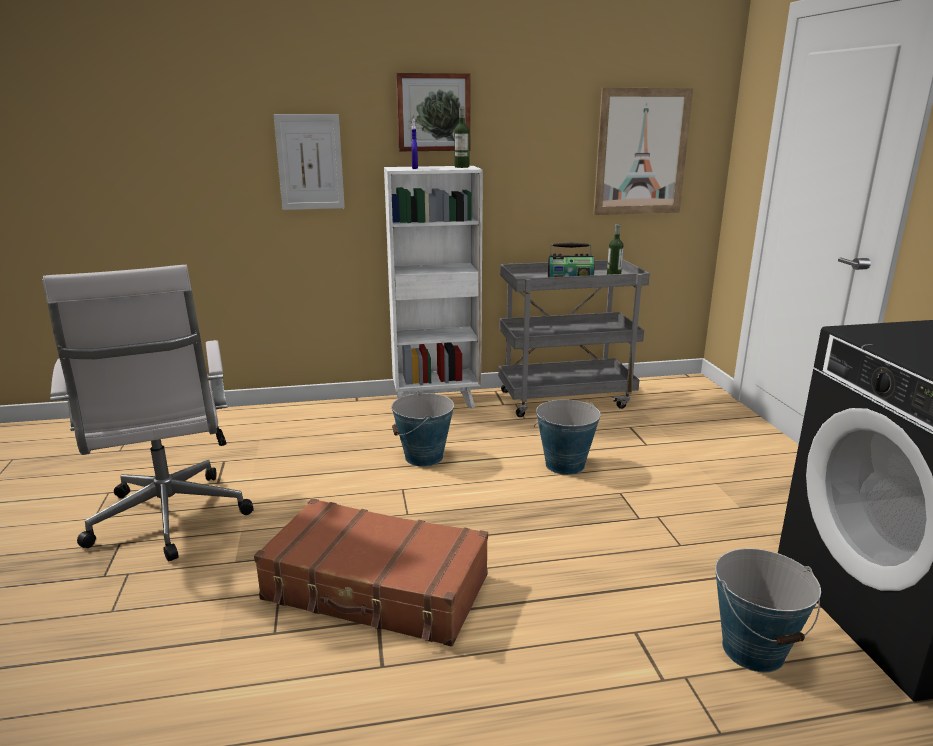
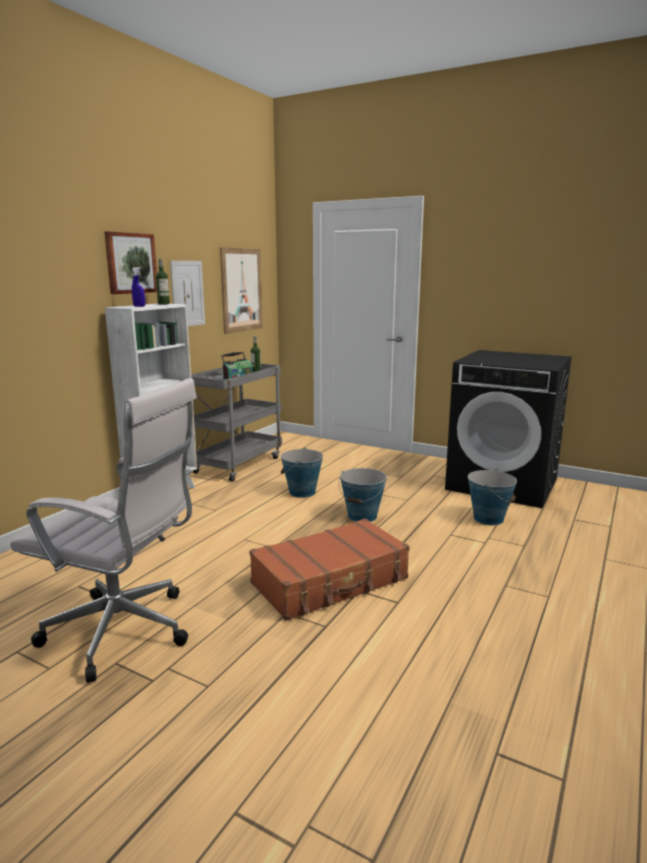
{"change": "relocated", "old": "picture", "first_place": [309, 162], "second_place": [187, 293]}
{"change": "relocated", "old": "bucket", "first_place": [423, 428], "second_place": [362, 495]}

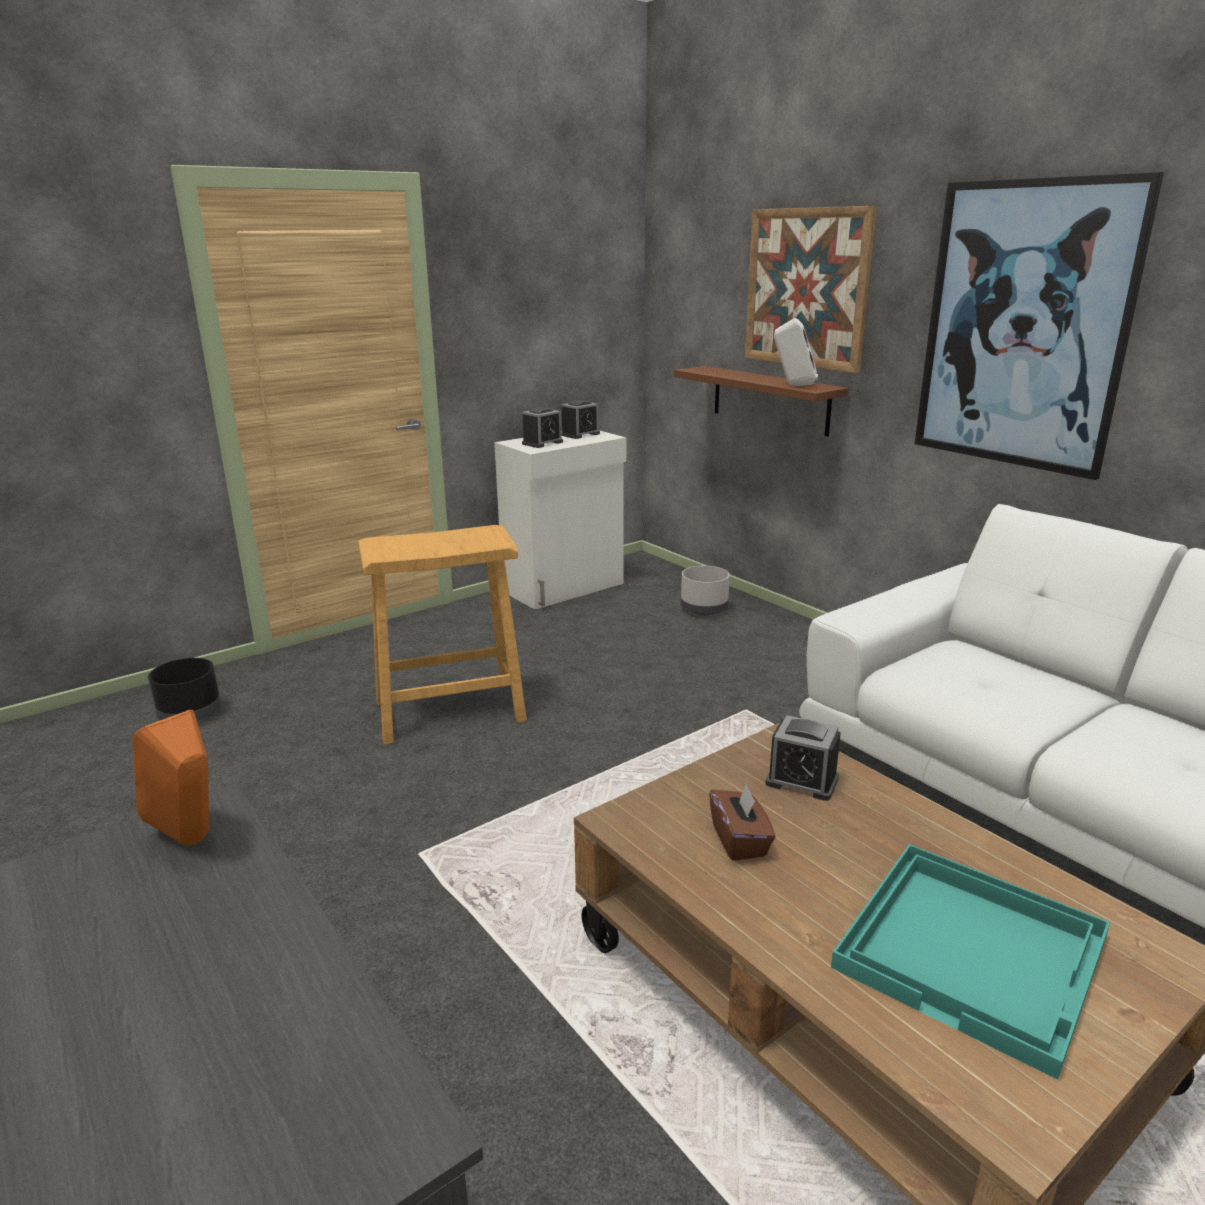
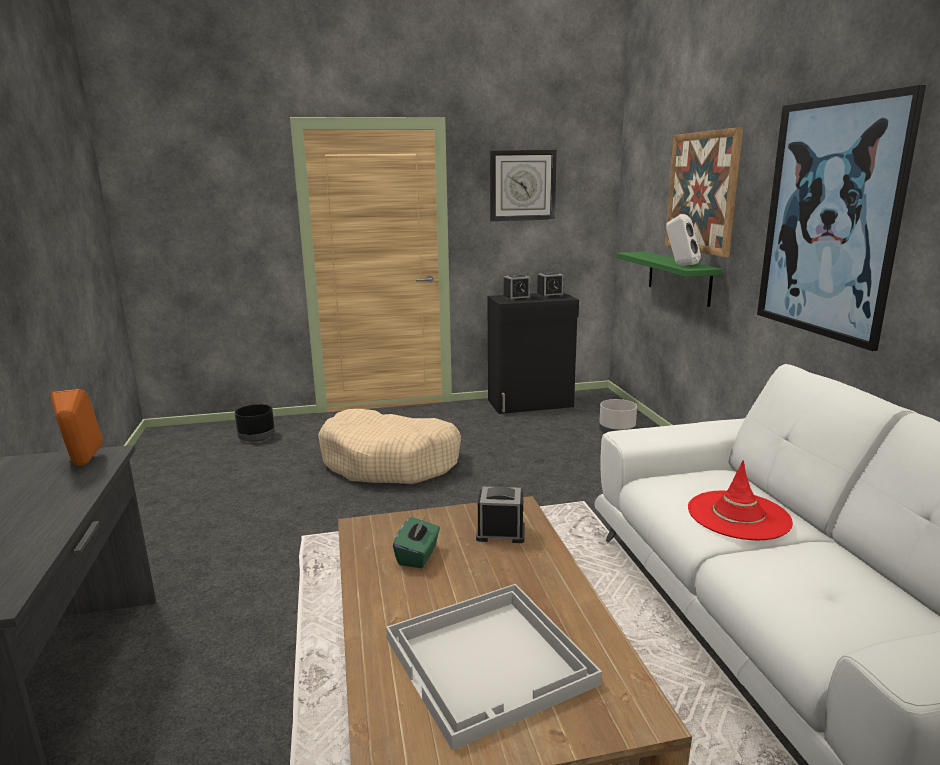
{"change": "exchanged", "old": "stool/beige", "new": "dog bed/beige", "first_place": [442, 634], "second_place": [389, 446]}
{"change": "colour", "old": "tray/turquoise", "new": "tray/white", "first_place": [970, 962], "second_place": [494, 667]}
{"change": "colour", "old": "tissue box/brown", "new": "tissue box/green", "first_place": [742, 822], "second_place": [416, 542]}
{"change": "spun", "old": "alarm clock", "first_place": [803, 758], "second_place": [500, 515], "degrees": 135}
{"change": "colour", "old": "cabinet/white", "new": "cabinet/black", "first_place": [560, 519], "second_place": [533, 353]}
{"change": "appeared", "new": "wall clock", "second_place": [523, 185]}
{"change": "colour", "old": "shelf/brown", "new": "shelf/green", "first_place": [761, 401], "second_place": [669, 279]}
{"change": "appeared", "new": "hat/red", "second_place": [740, 500]}

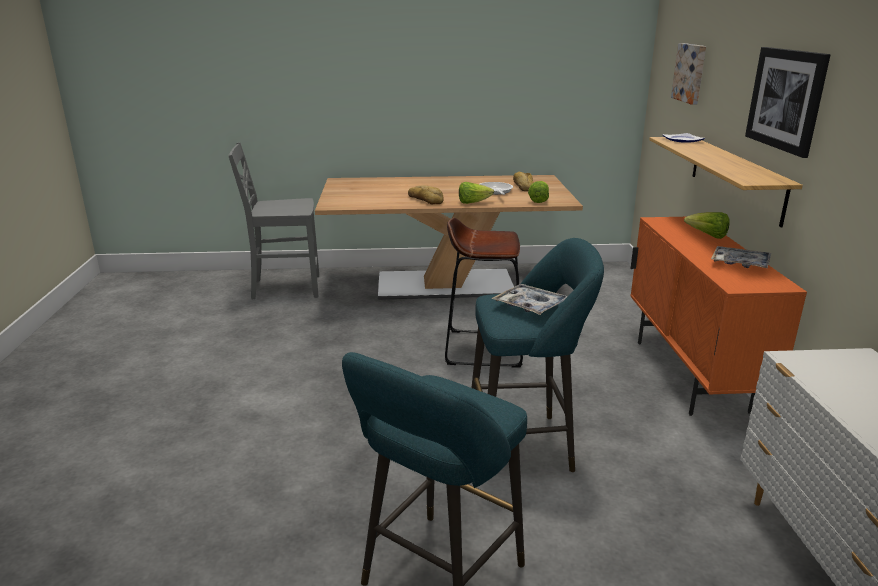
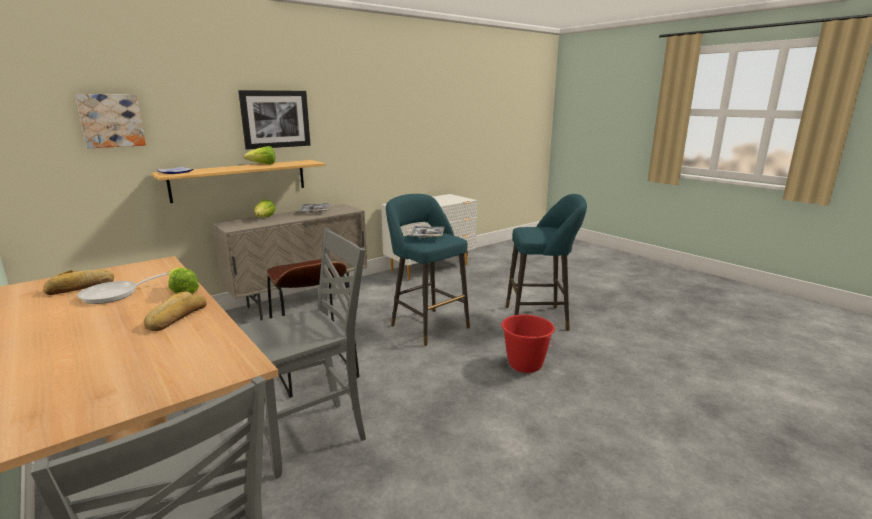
{"change": "colour", "old": "cabinet/orange", "new": "cabinet/beige", "first_place": [718, 316], "second_place": [289, 262]}
{"change": "appeared", "new": "chair/grey", "second_place": [303, 354]}
{"change": "relocated", "old": "lettuce", "first_place": [538, 192], "second_place": [259, 155]}
{"change": "appeared", "new": "bucket/red", "second_place": [528, 344]}

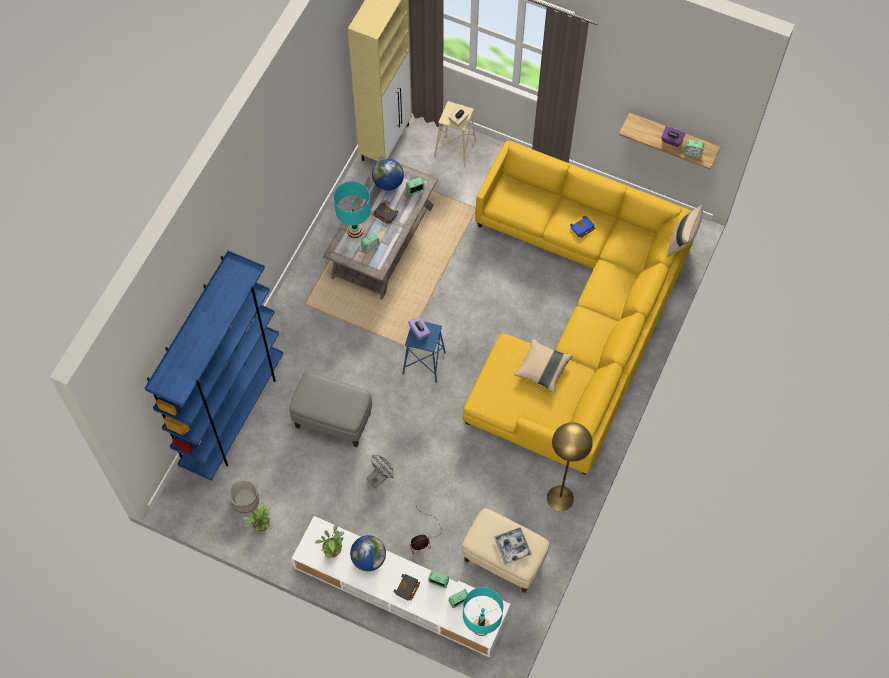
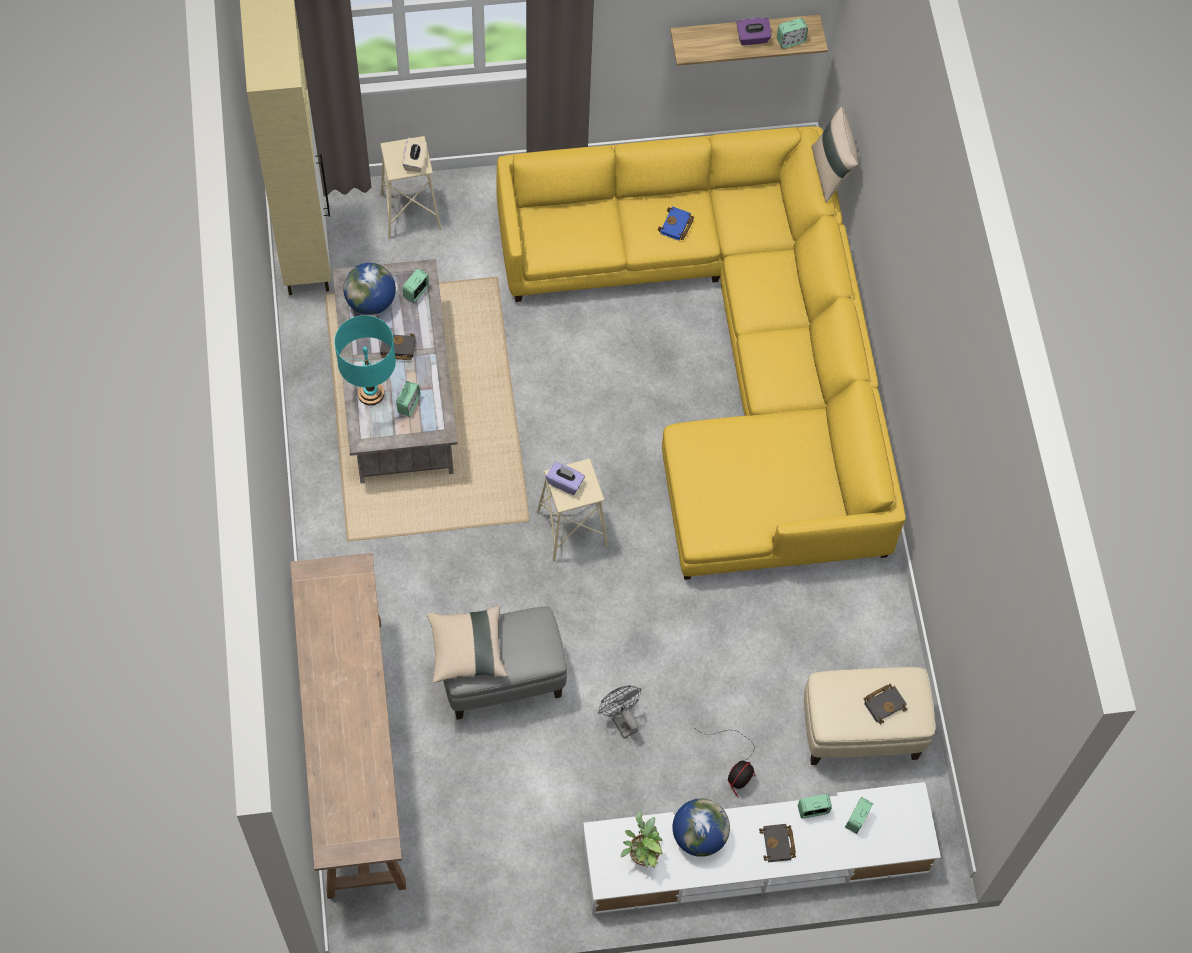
{"change": "exchanged", "old": "bookcase/blue", "new": "console table/brown", "first_place": [214, 366], "second_place": [348, 726]}
{"change": "relocated", "old": "pillow/beige", "first_place": [543, 366], "second_place": [467, 644]}
{"change": "colour", "old": "stool/blue", "new": "stool/beige", "first_place": [424, 352], "second_place": [572, 509]}
{"change": "spun", "old": "fan/grey", "first_place": [380, 471], "second_place": [620, 711], "degrees": -45}
{"change": "exchanged", "old": "tray", "new": "book/black", "first_place": [513, 545], "second_place": [885, 704]}
{"change": "missing", "old": "planter", "first_place": [243, 496]}
{"change": "missing", "old": "potted plant", "first_place": [257, 517]}
{"change": "missing", "old": "table lamp/turquoise", "first_place": [483, 611]}
{"change": "missing", "old": "floor lamp/yellow", "first_place": [570, 466]}

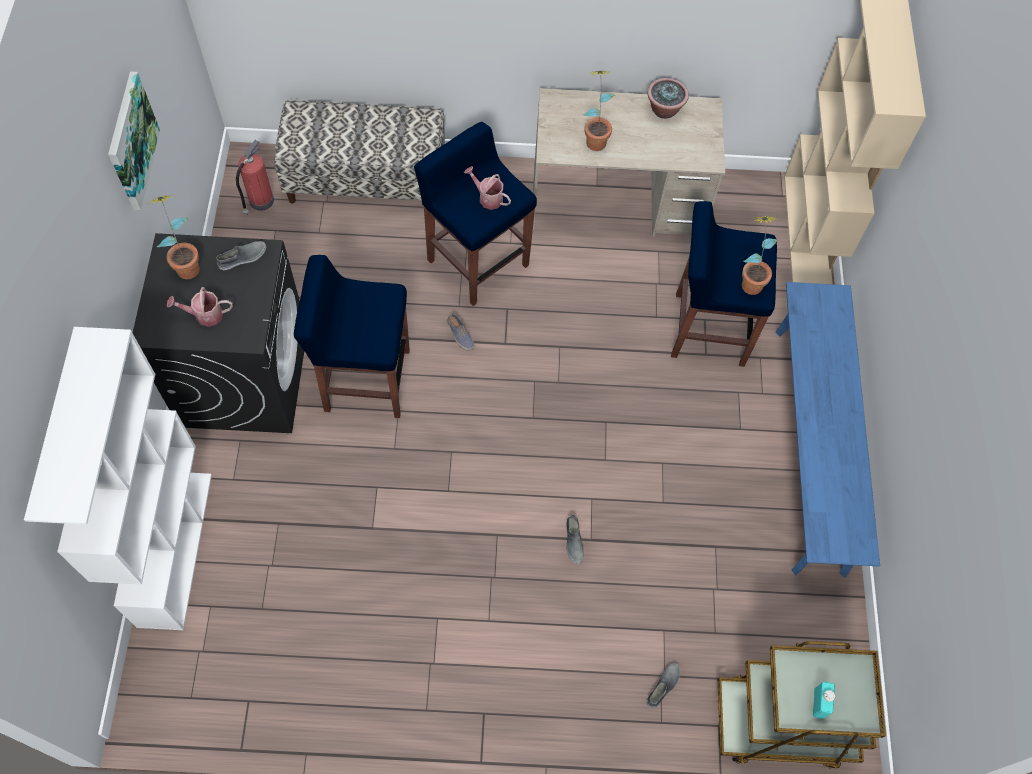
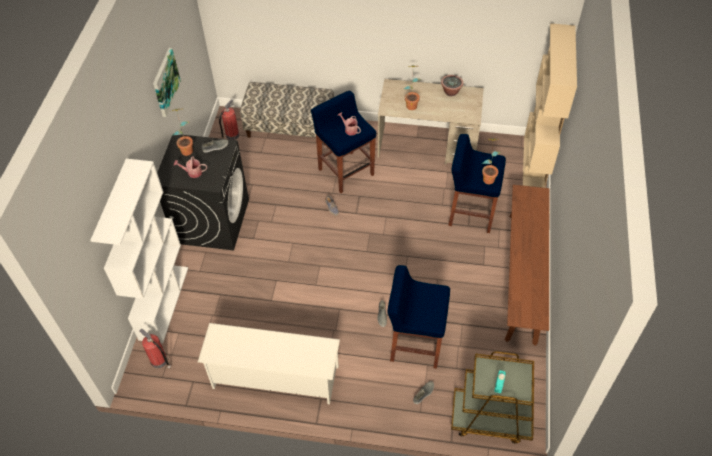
{"change": "appeared", "new": "fire extinguisher", "second_place": [155, 348]}
{"change": "appeared", "new": "shoe rack/white", "second_place": [269, 364]}
{"change": "relocated", "old": "stool/blue", "first_place": [352, 336], "second_place": [418, 317]}
{"change": "colour", "old": "bench/blue", "new": "bench/brown", "first_place": [827, 430], "second_place": [527, 265]}

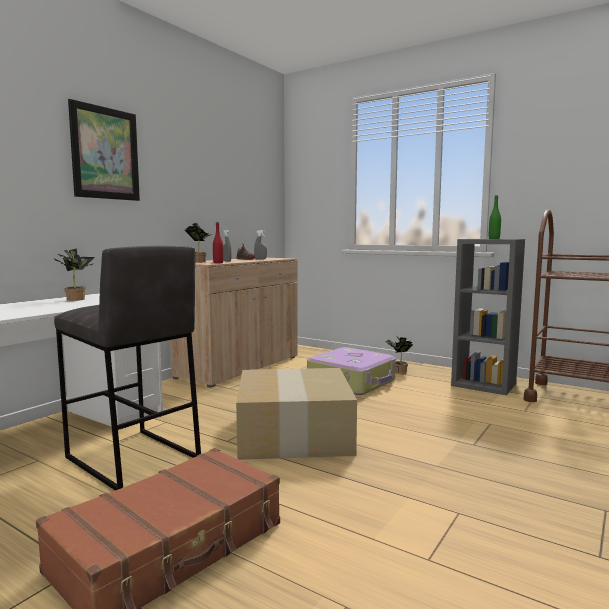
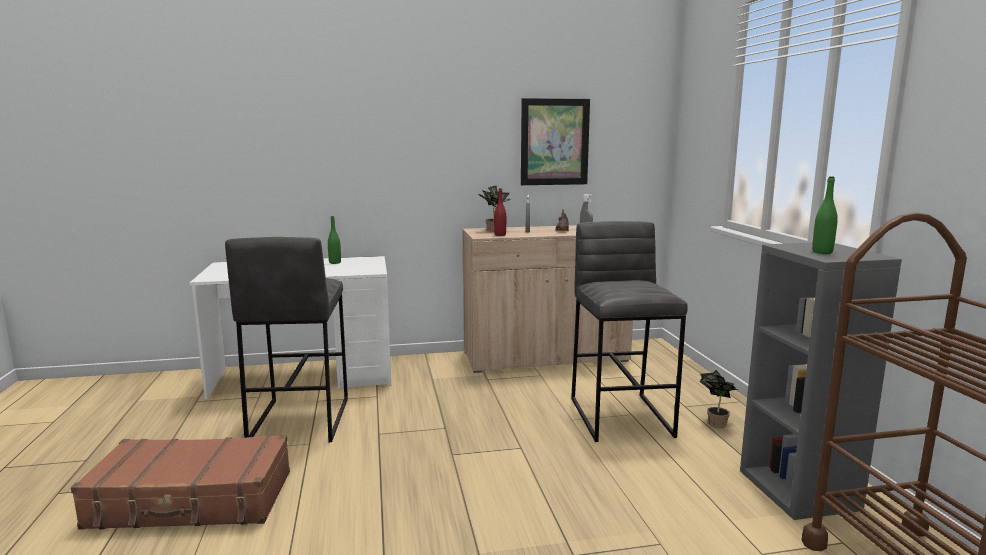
{"change": "exchanged", "old": "potted plant", "new": "bottle/green", "first_place": [74, 274], "second_place": [334, 240]}
{"change": "relocated", "old": "picture", "first_place": [104, 150], "second_place": [555, 141]}
{"change": "exchanged", "old": "suitcase", "new": "stool/grey", "first_place": [351, 371], "second_place": [629, 331]}
{"change": "missing", "old": "cardboard box", "first_place": [296, 414]}

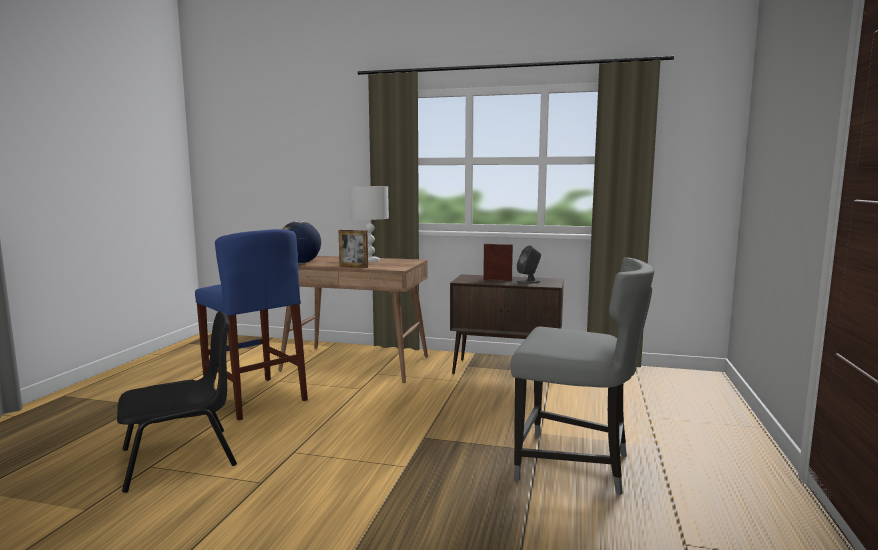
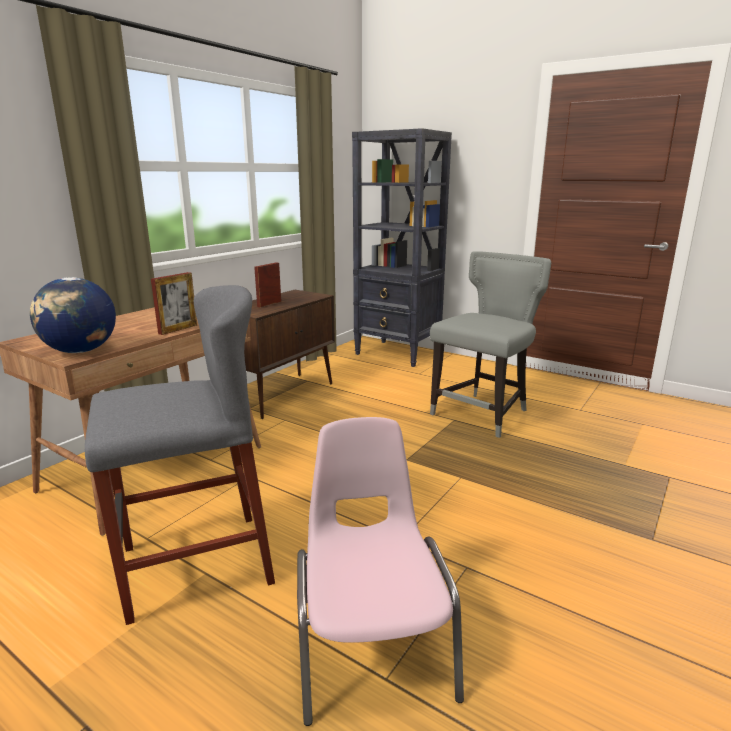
{"change": "colour", "old": "stool/blue", "new": "stool/grey", "first_place": [251, 325], "second_place": [180, 455]}
{"change": "colour", "old": "chair/black", "new": "chair/pink", "first_place": [177, 402], "second_place": [380, 571]}
{"change": "appeared", "new": "bookcase/black", "second_place": [402, 247]}
{"change": "missing", "old": "table lamp/white", "first_place": [369, 224]}
{"change": "missing", "old": "speaker/grey", "first_place": [529, 264]}

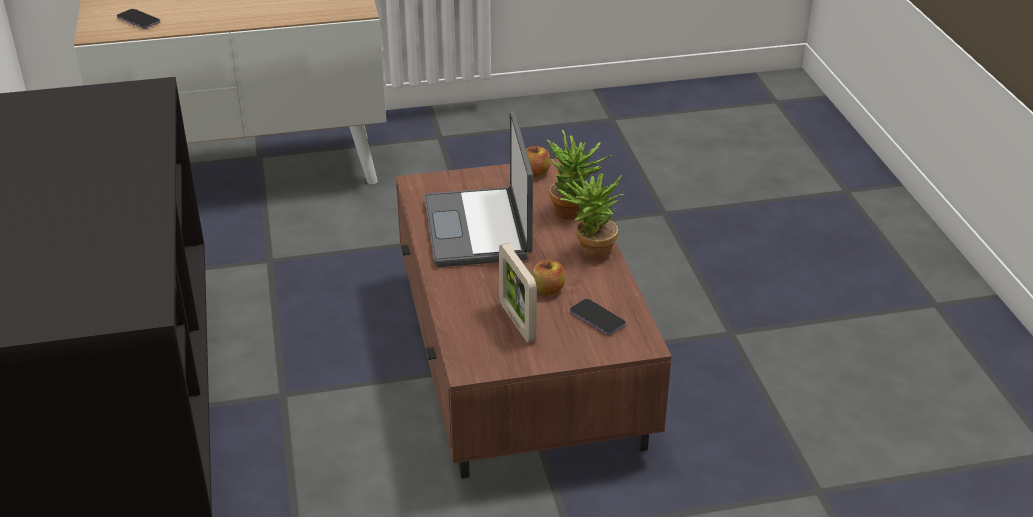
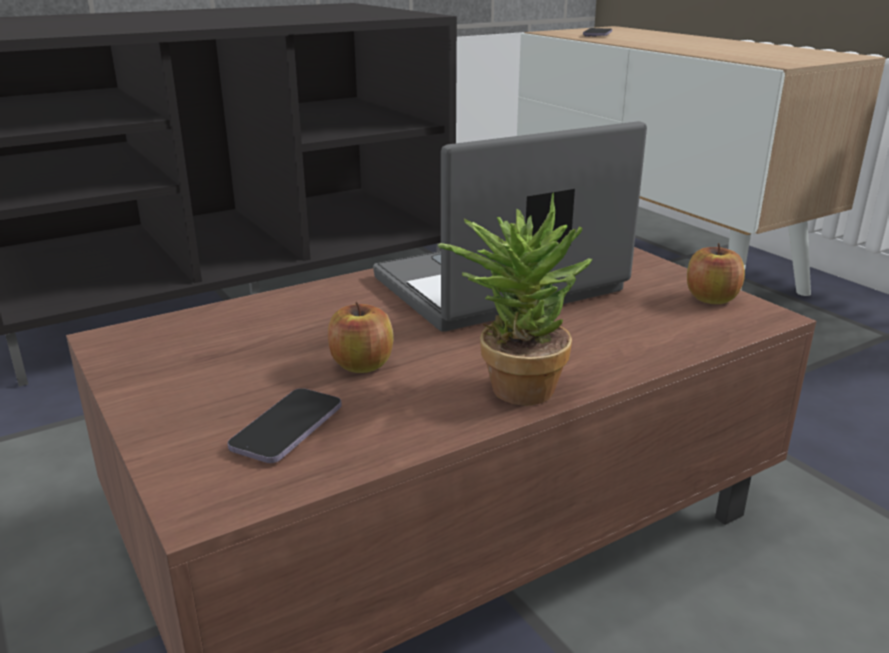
{"change": "missing", "old": "picture frame", "first_place": [518, 292]}
{"change": "missing", "old": "potted plant", "first_place": [579, 174]}

